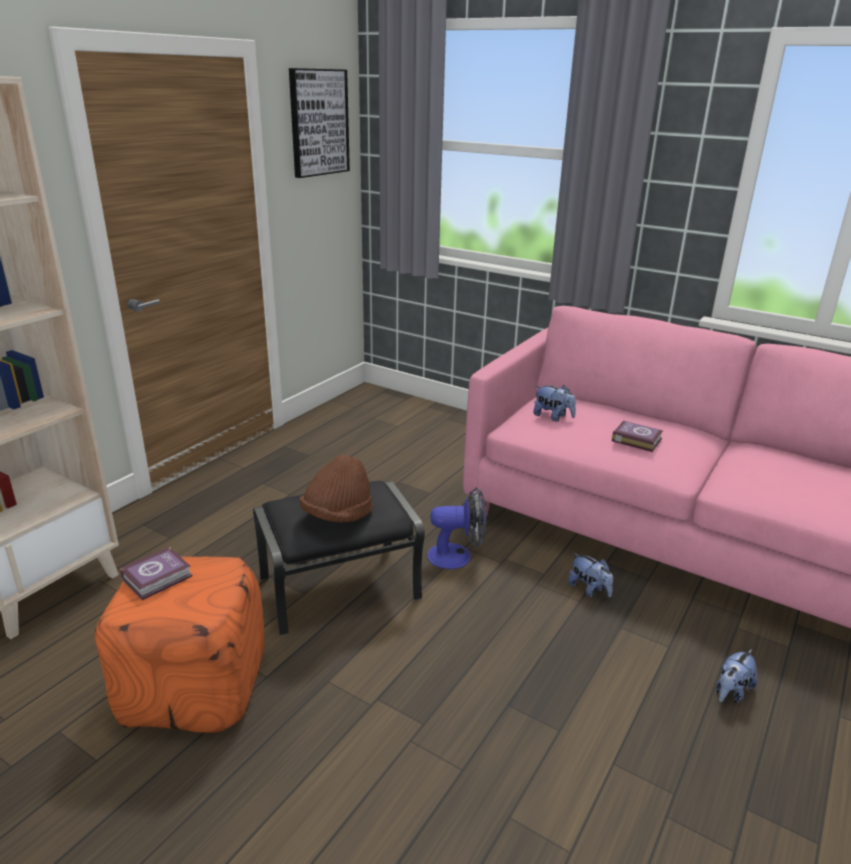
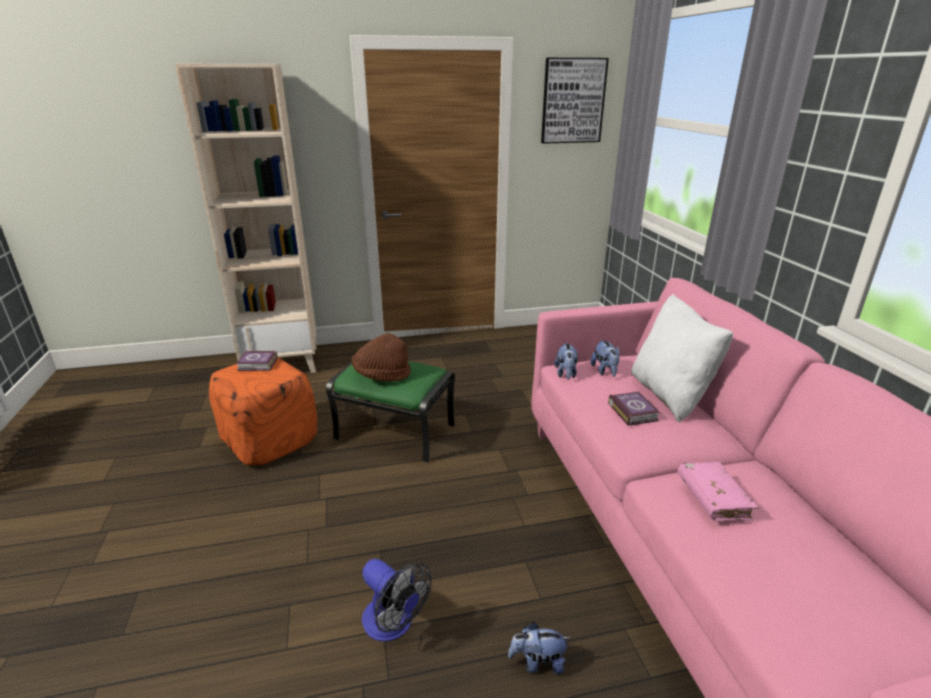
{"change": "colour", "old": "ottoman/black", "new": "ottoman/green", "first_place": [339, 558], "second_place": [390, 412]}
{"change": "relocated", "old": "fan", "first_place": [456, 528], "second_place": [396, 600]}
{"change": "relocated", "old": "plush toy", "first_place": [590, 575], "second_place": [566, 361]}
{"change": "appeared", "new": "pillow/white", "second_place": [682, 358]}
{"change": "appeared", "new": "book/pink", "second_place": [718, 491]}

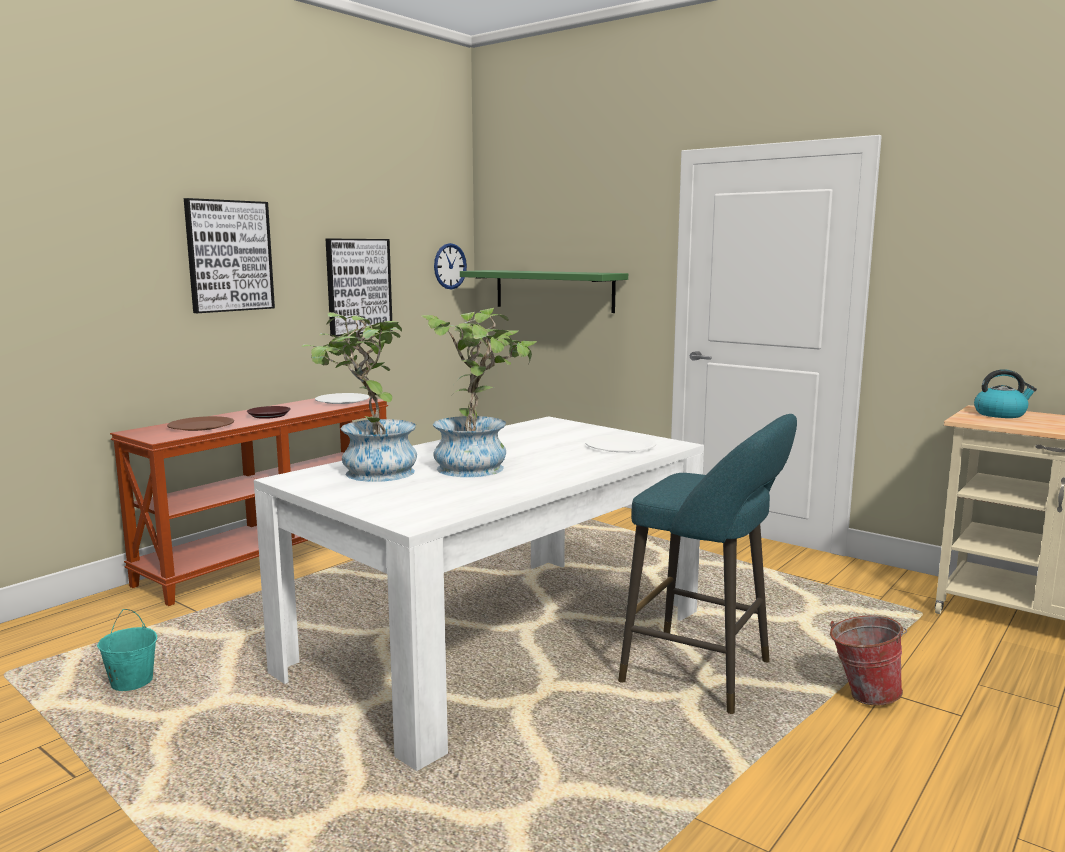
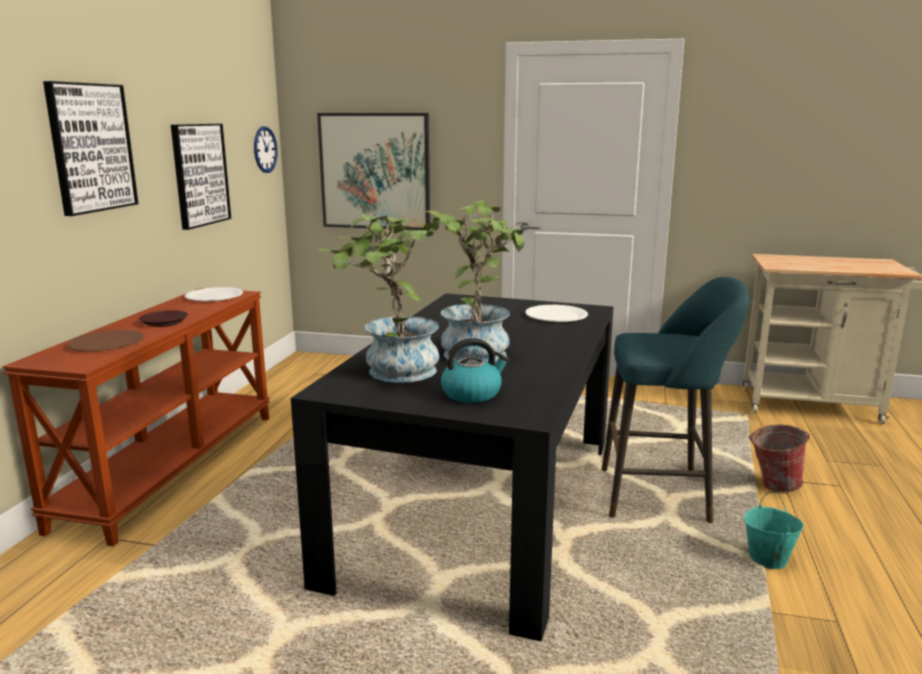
{"change": "colour", "old": "dining table/white", "new": "dining table/black", "first_place": [479, 593], "second_place": [452, 467]}
{"change": "exchanged", "old": "shelf/green", "new": "picture", "first_place": [544, 291], "second_place": [373, 171]}
{"change": "relocated", "old": "kettle", "first_place": [1005, 393], "second_place": [475, 370]}
{"change": "relocated", "old": "bucket/turquoise", "first_place": [127, 650], "second_place": [774, 530]}

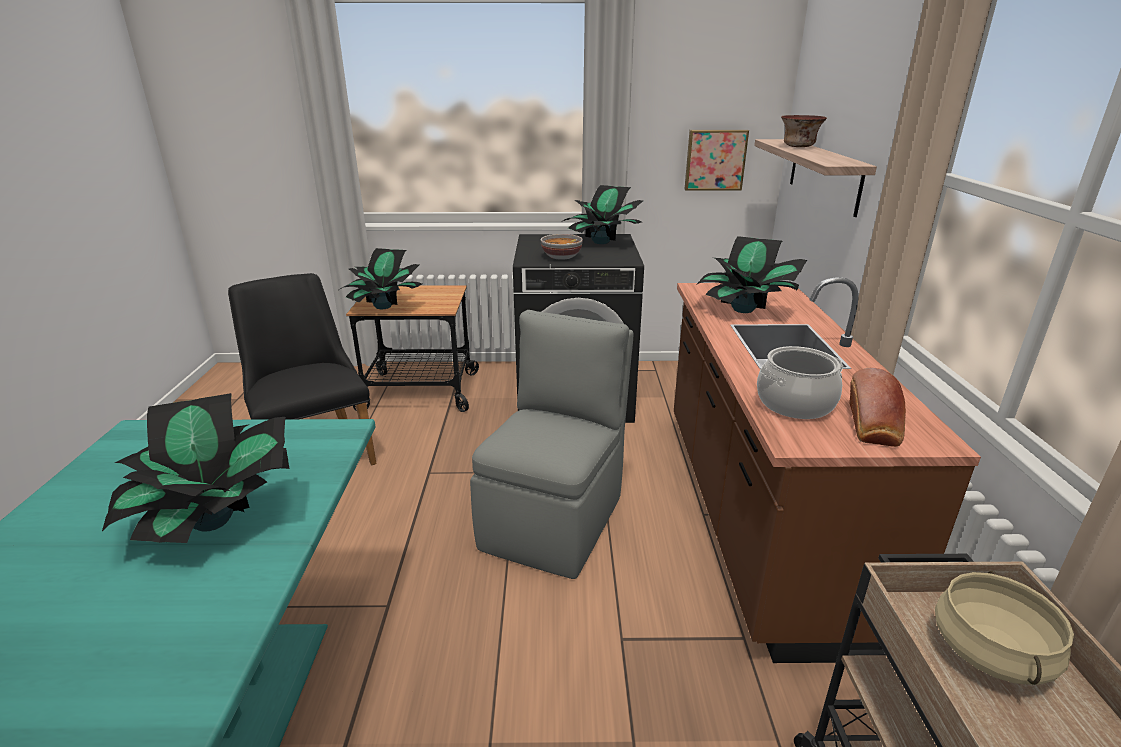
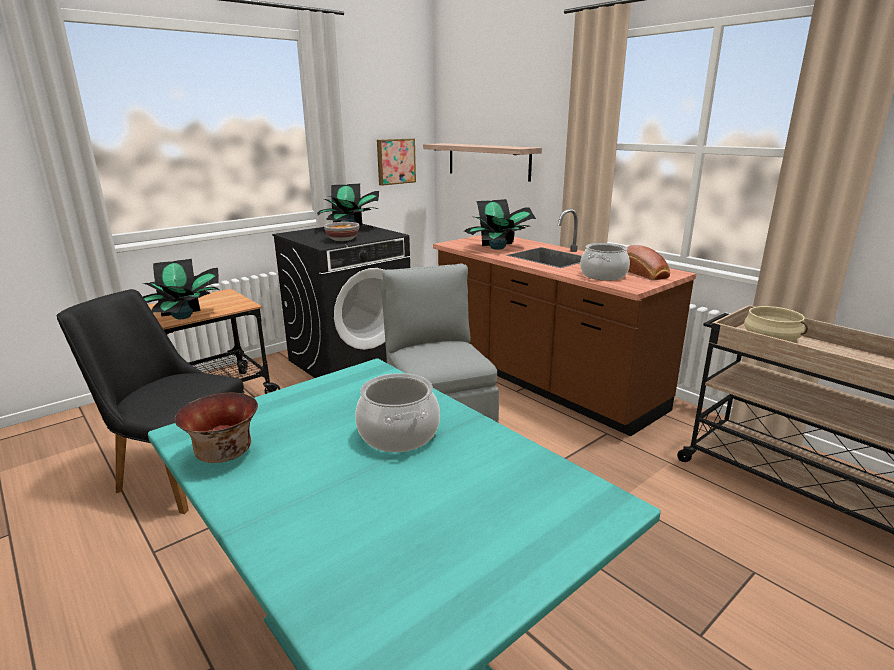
{"change": "relocated", "old": "bowl", "first_place": [804, 131], "second_place": [216, 428]}
{"change": "exchanged", "old": "potted plant", "new": "cooking pot", "first_place": [196, 468], "second_place": [397, 412]}

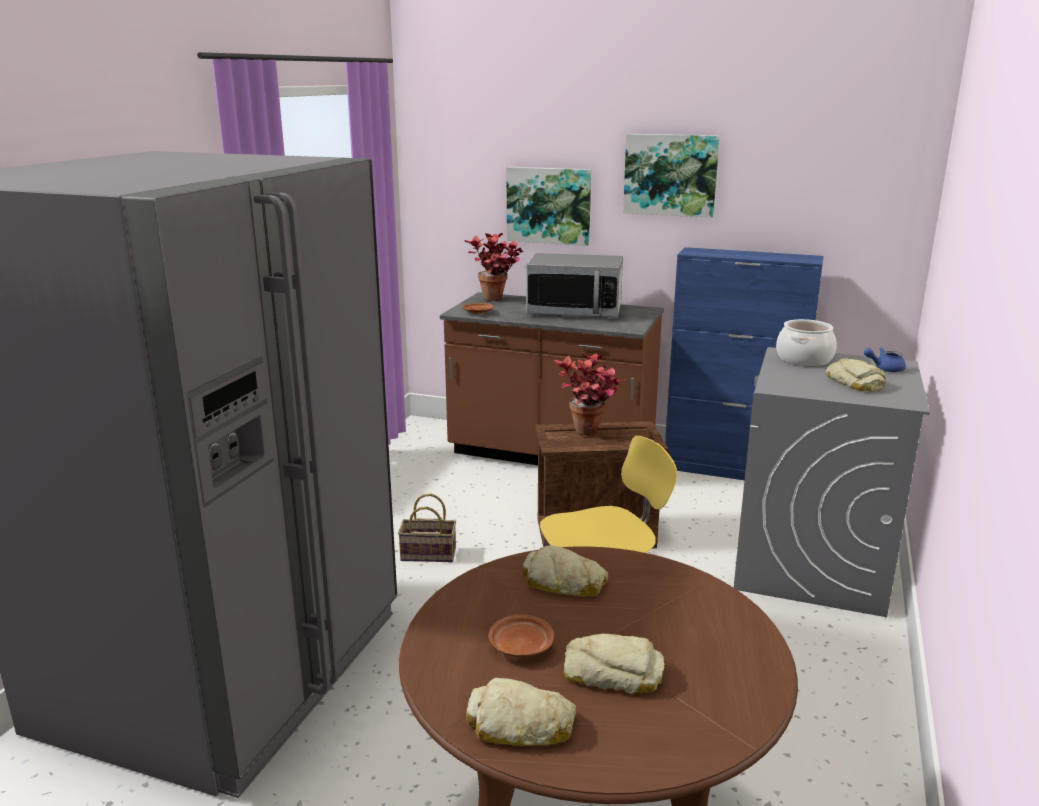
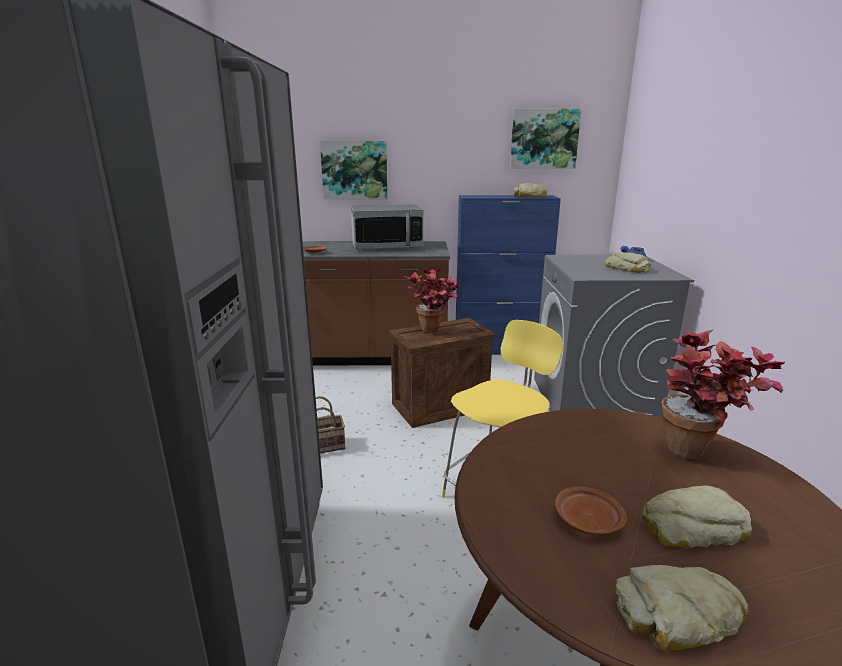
{"change": "relocated", "old": "picture", "first_place": [671, 176], "second_place": [545, 139]}
{"change": "relocated", "old": "bread", "first_place": [565, 571], "second_place": [530, 190]}
{"change": "relocated", "old": "potted plant", "first_place": [494, 267], "second_place": [723, 395]}
{"change": "missing", "old": "cooking pot", "first_place": [806, 342]}

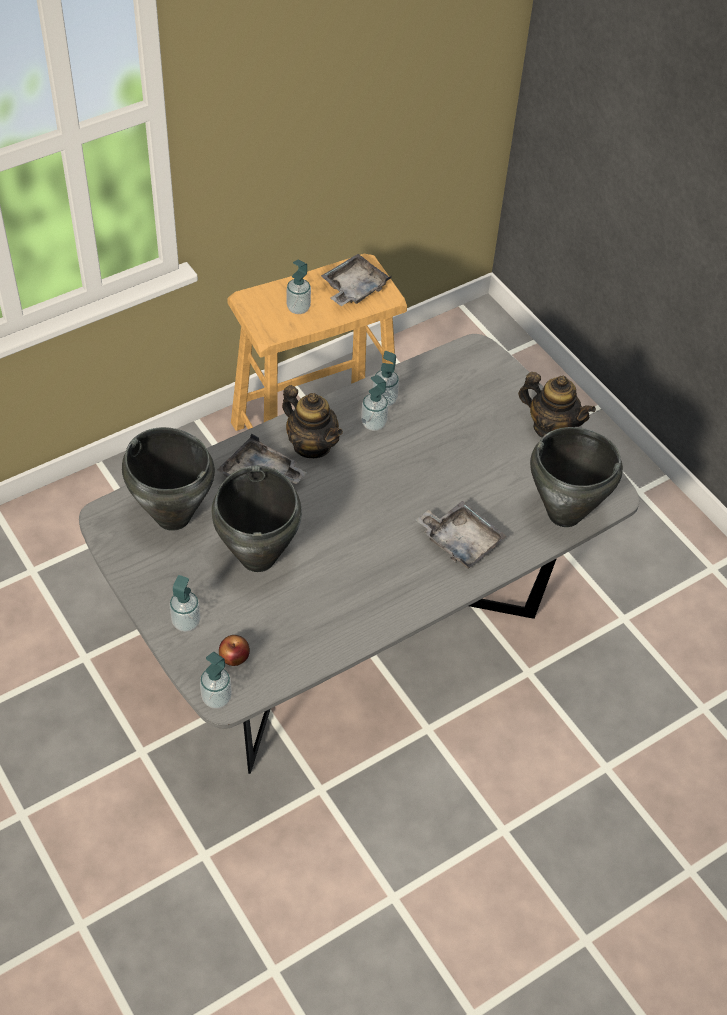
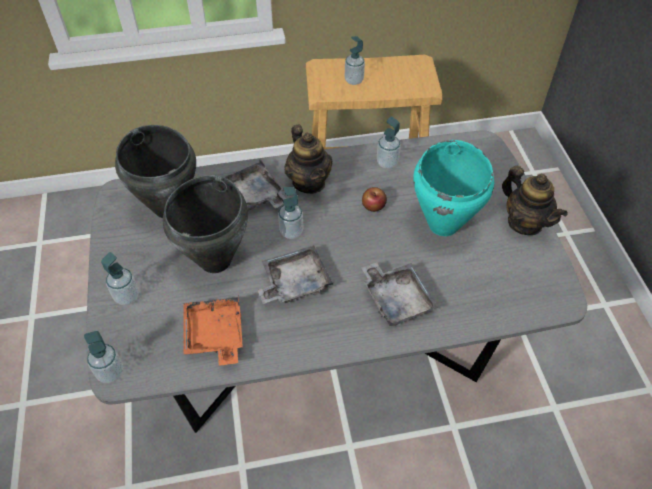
{"change": "appeared", "new": "tray/orange", "second_place": [213, 330]}
{"change": "relocated", "old": "tray/grey", "first_place": [356, 280], "second_place": [295, 275]}
{"change": "relocated", "old": "soap dispenser", "first_place": [374, 403], "second_place": [290, 213]}
{"change": "relocated", "old": "apple", "first_place": [234, 650], "second_place": [374, 199]}
{"change": "appeared", "new": "cooking pot/turquoise", "second_place": [453, 188]}
{"change": "missing", "old": "cooking pot/black", "first_place": [576, 477]}

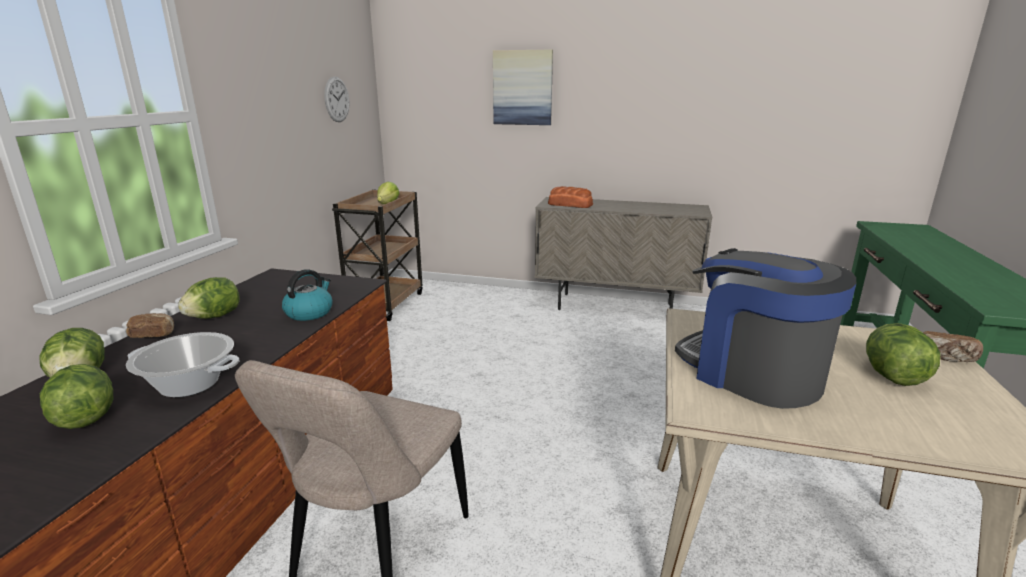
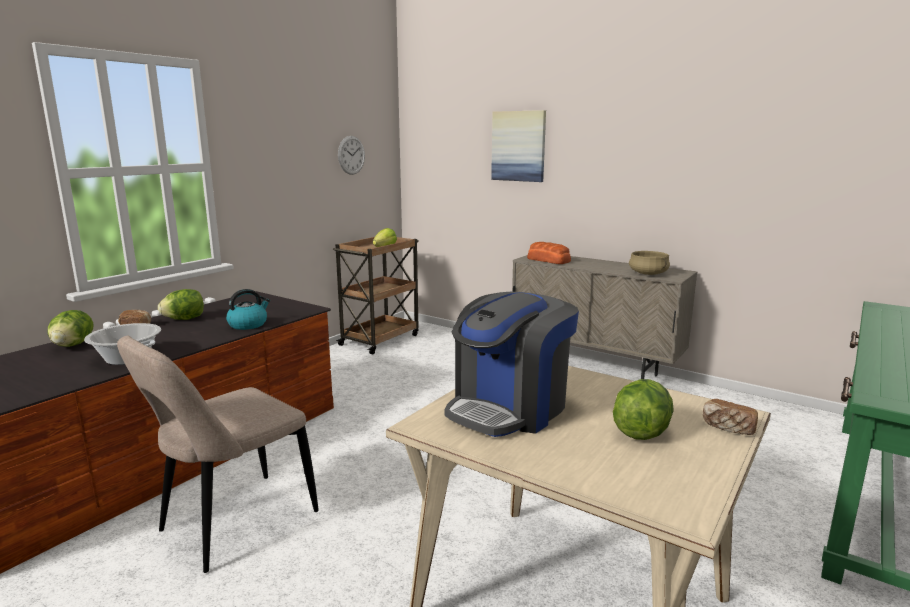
{"change": "spun", "old": "coffee machine", "first_place": [765, 328], "second_place": [512, 364], "degrees": -120}
{"change": "appeared", "new": "cooking pot/beige", "second_place": [649, 263]}
{"change": "missing", "old": "lettuce", "first_place": [76, 396]}

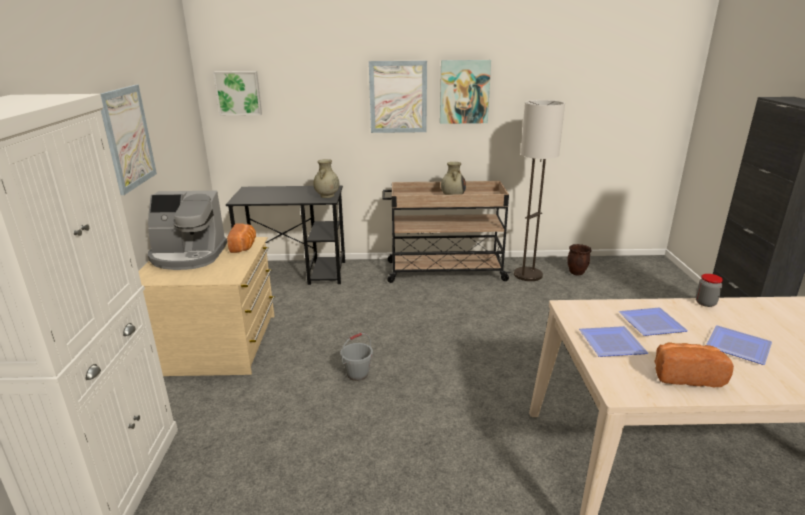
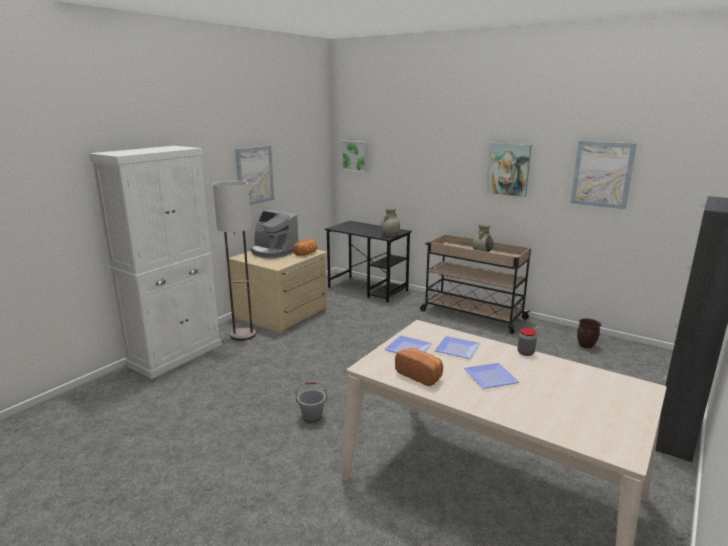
{"change": "relocated", "old": "floor lamp", "first_place": [539, 190], "second_place": [234, 261]}
{"change": "relocated", "old": "bucket/grey", "first_place": [356, 357], "second_place": [311, 402]}
{"change": "relocated", "old": "picture", "first_place": [398, 97], "second_place": [604, 175]}

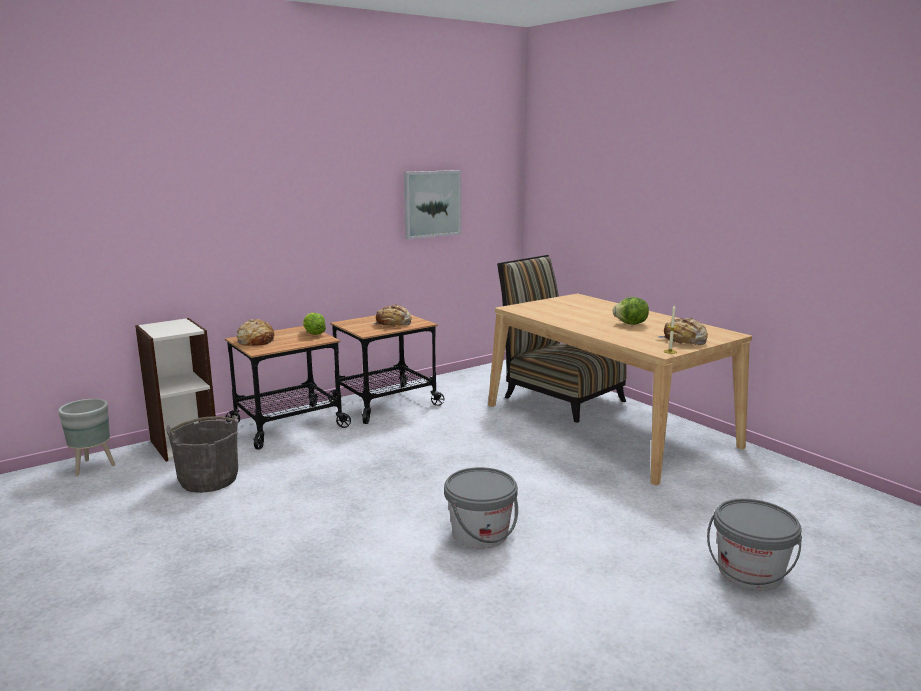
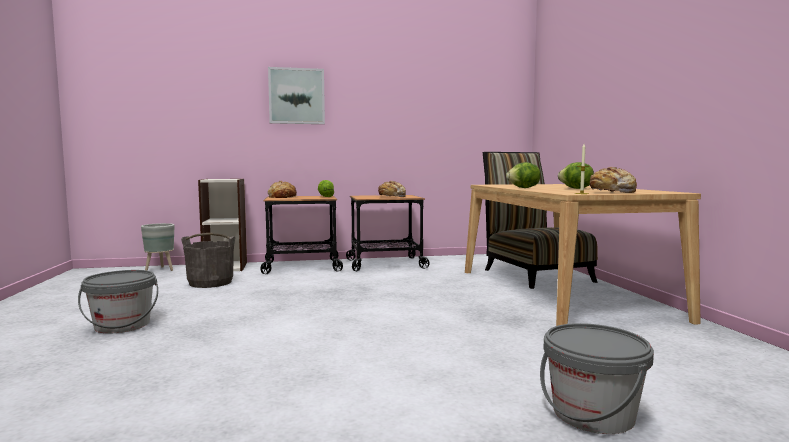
{"change": "relocated", "old": "bucket/grey", "first_place": [481, 508], "second_place": [118, 301]}
{"change": "relocated", "old": "picture", "first_place": [432, 204], "second_place": [296, 95]}
{"change": "appeared", "new": "lettuce", "second_place": [523, 175]}

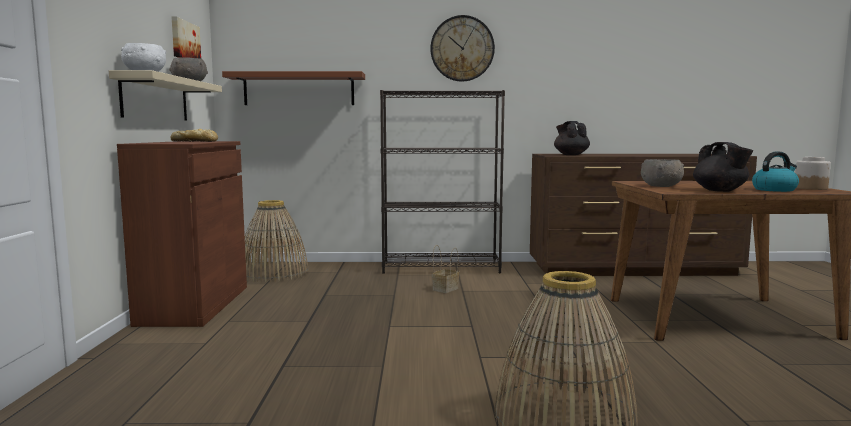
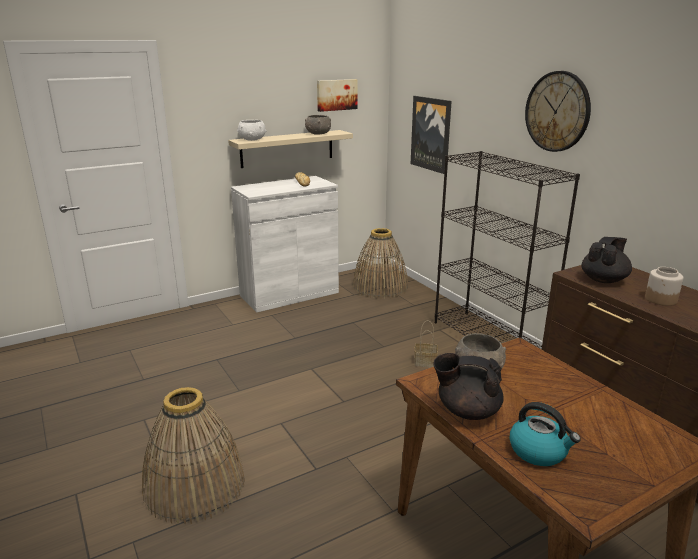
{"change": "colour", "old": "cabinet/brown", "new": "cabinet/white", "first_place": [182, 234], "second_place": [285, 244]}
{"change": "exchanged", "old": "shelf/brown", "new": "picture", "first_place": [293, 88], "second_place": [431, 135]}
{"change": "spun", "old": "teapot/black", "first_place": [723, 167], "second_place": [468, 386], "degrees": 60}
{"change": "relocated", "old": "jar", "first_place": [813, 173], "second_place": [664, 286]}

